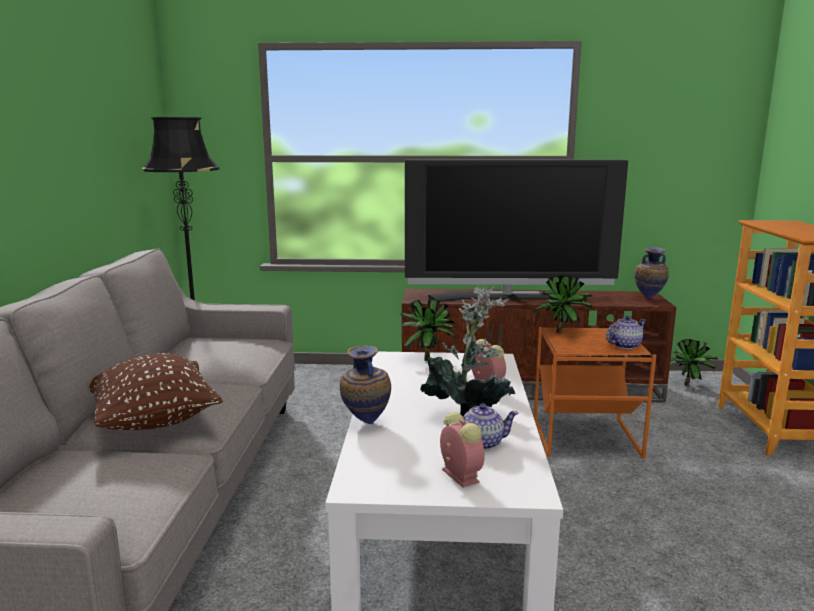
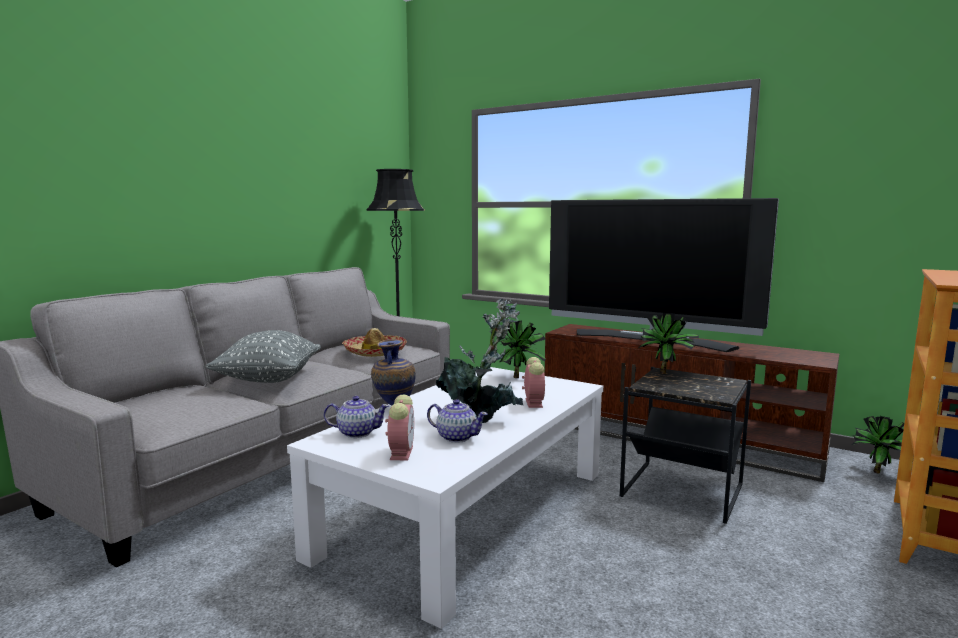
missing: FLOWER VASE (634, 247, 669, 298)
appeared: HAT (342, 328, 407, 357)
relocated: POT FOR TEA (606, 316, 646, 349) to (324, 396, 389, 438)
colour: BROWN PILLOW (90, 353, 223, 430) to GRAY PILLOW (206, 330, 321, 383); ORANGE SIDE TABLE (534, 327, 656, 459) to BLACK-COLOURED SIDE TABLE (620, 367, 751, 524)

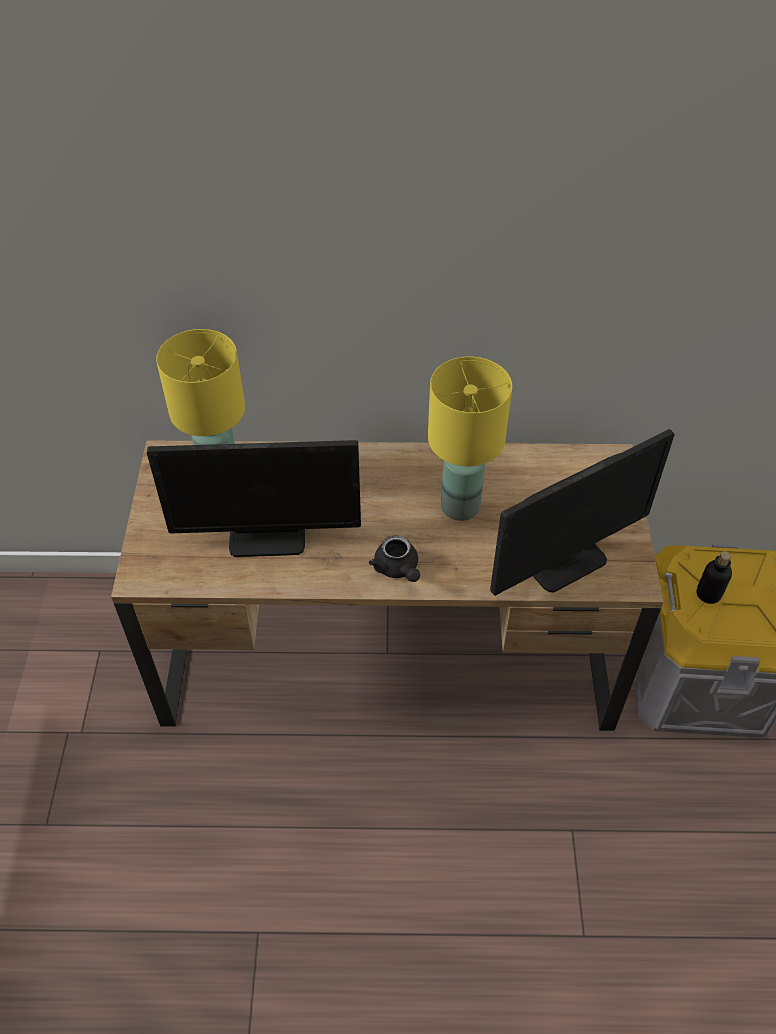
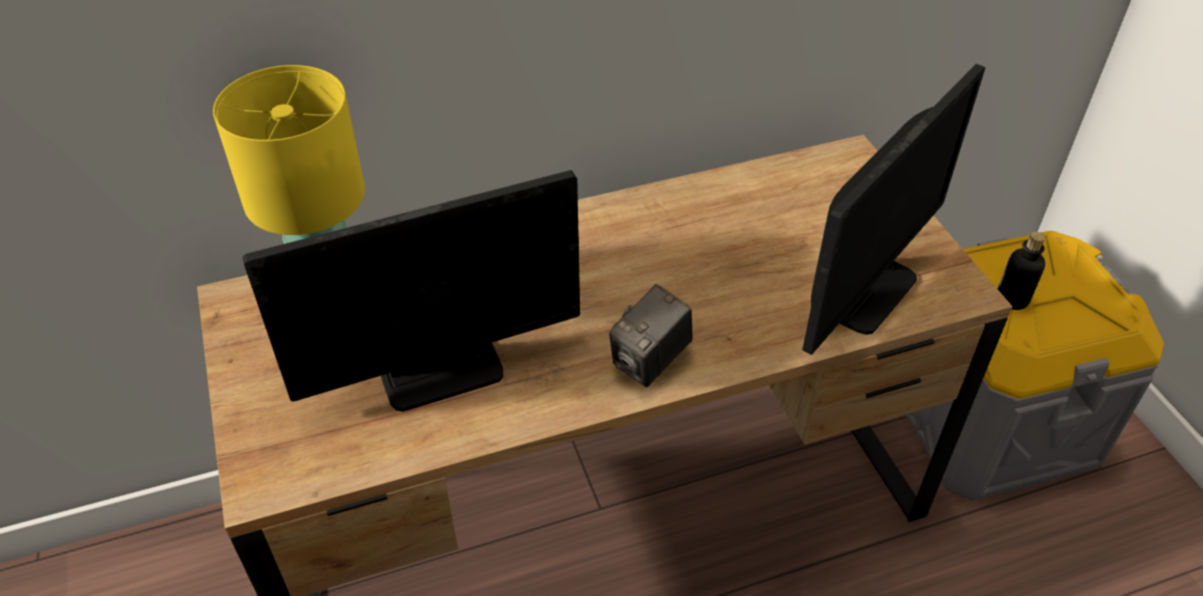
missing: YELLOWISH TABLETOP LAMP (428, 357, 512, 521)
exchanged: BLACK-COLOURED POT FOR TEA (369, 535, 420, 582) to PHOTO CAMERA (609, 284, 693, 387)

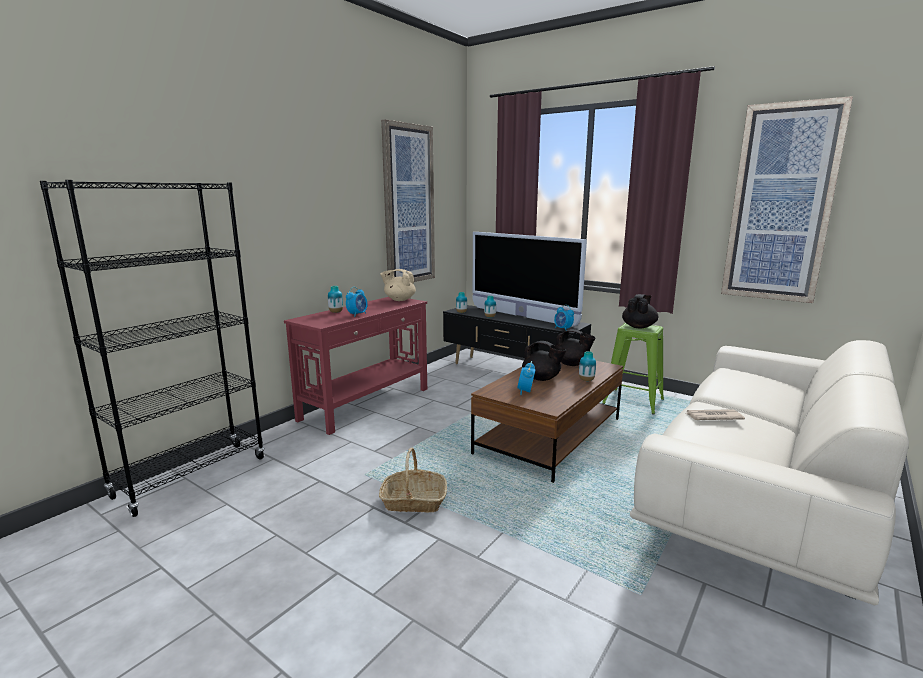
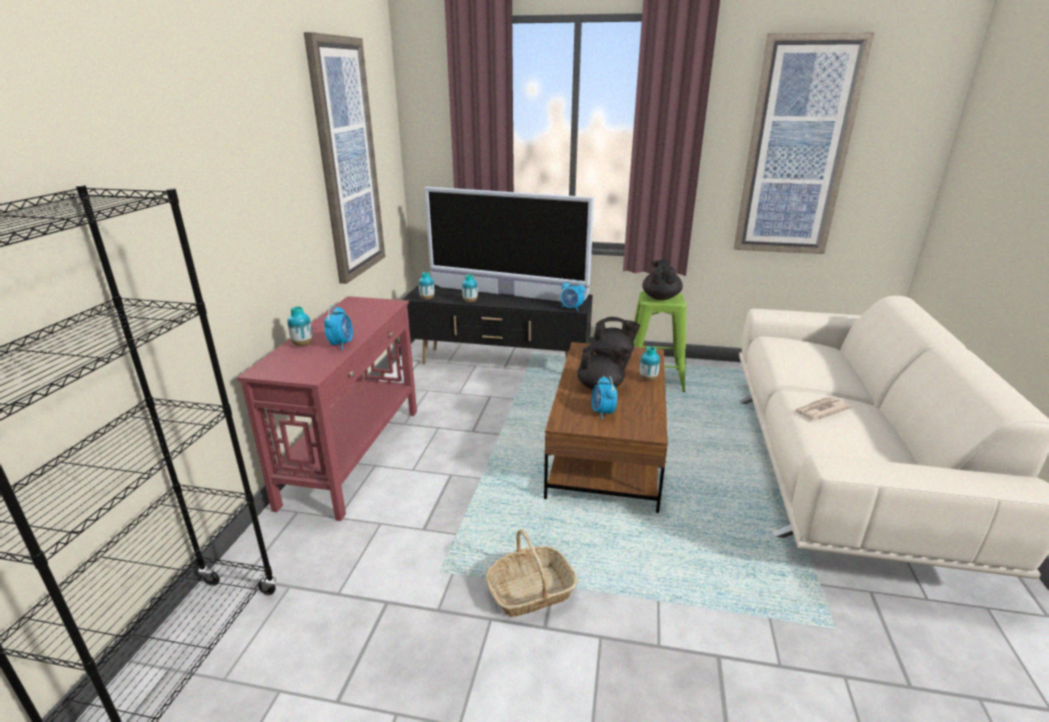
missing: SAND-COLOURED POT FOR TEA (380, 269, 416, 301)

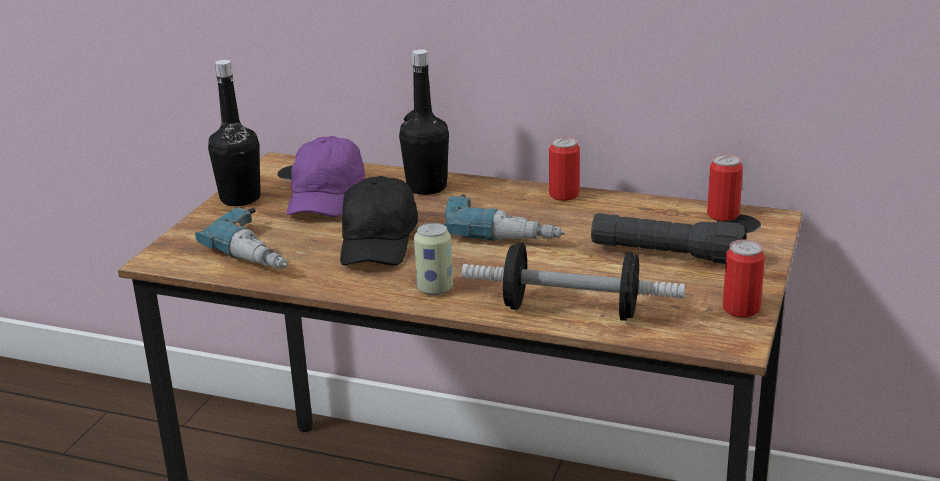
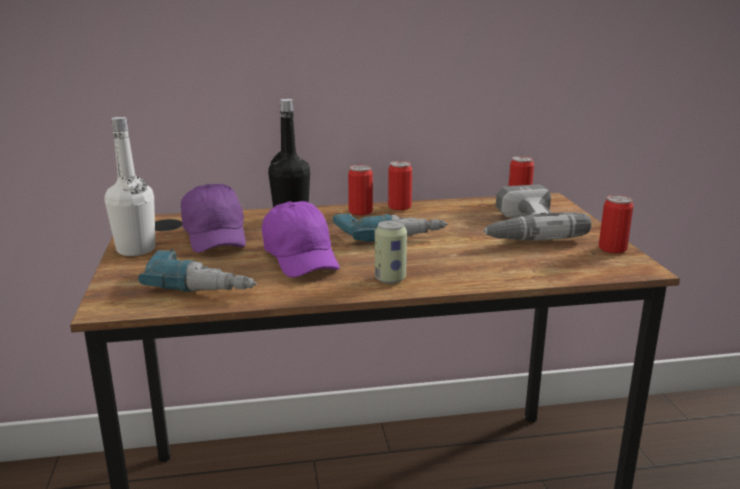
missing: DUMBBELL (462, 242, 685, 321)
appeared: SEALED CAN (348, 165, 373, 215)
exchanged: BLACK-COLOURED HAND TORCH (591, 213, 747, 264) to POWER DRILL (483, 185, 591, 240)
colour: BLACK-COLOURED DRINK BOTTLE (208, 60, 261, 206) to WHITISH DRINK BOTTLE (105, 117, 156, 256); BLACK-COLOURED BASEBALL CAP (340, 176, 418, 266) to PURPLE-COLOURED BASEBALL CAP (262, 201, 340, 278)

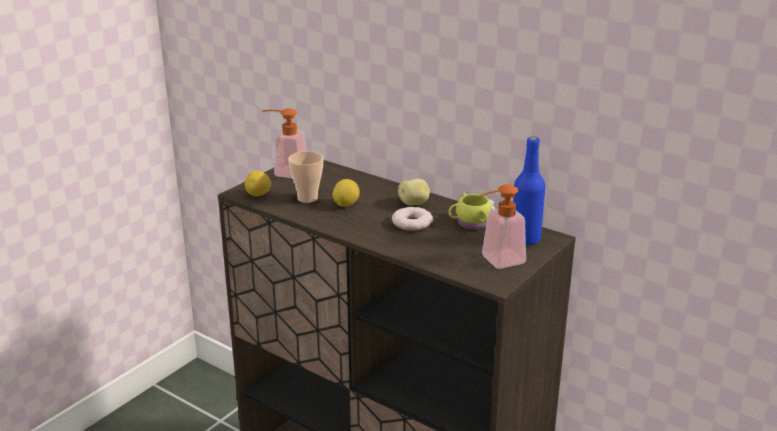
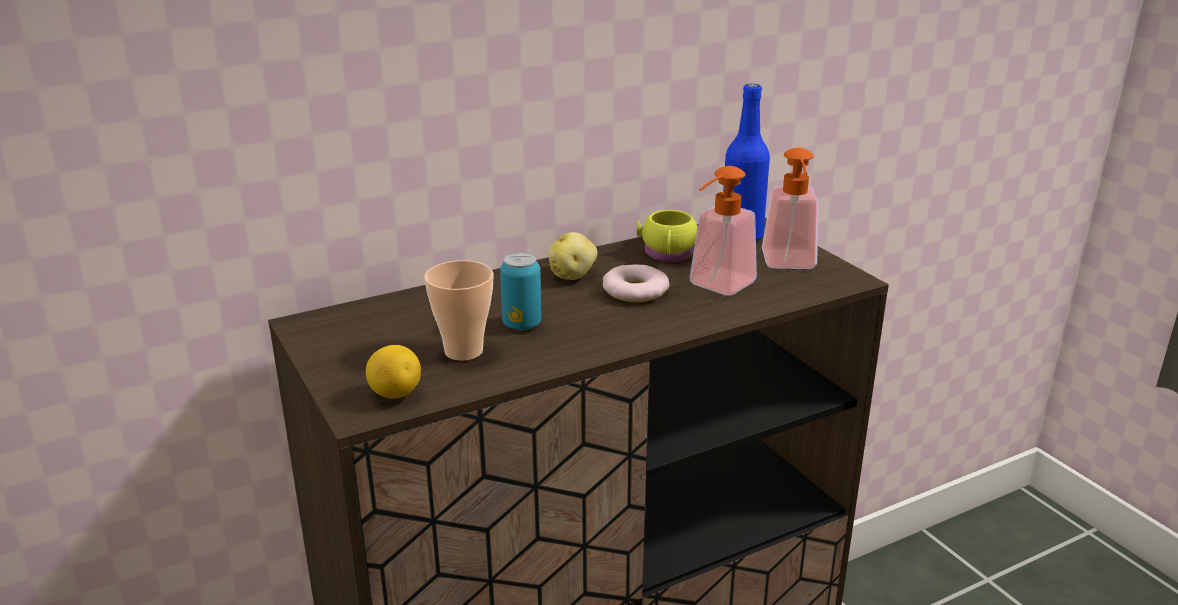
relocated: SOAP DISPENSER (262, 108, 307, 178) to (689, 166, 757, 296)
exchanged: CITRUS FRUIT (332, 179, 360, 207) to SEALED CAN (500, 252, 542, 330)

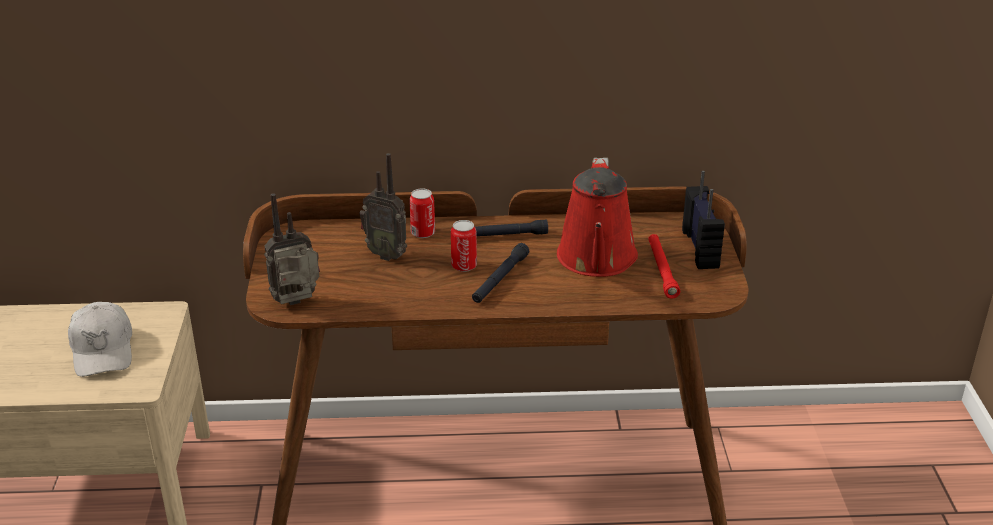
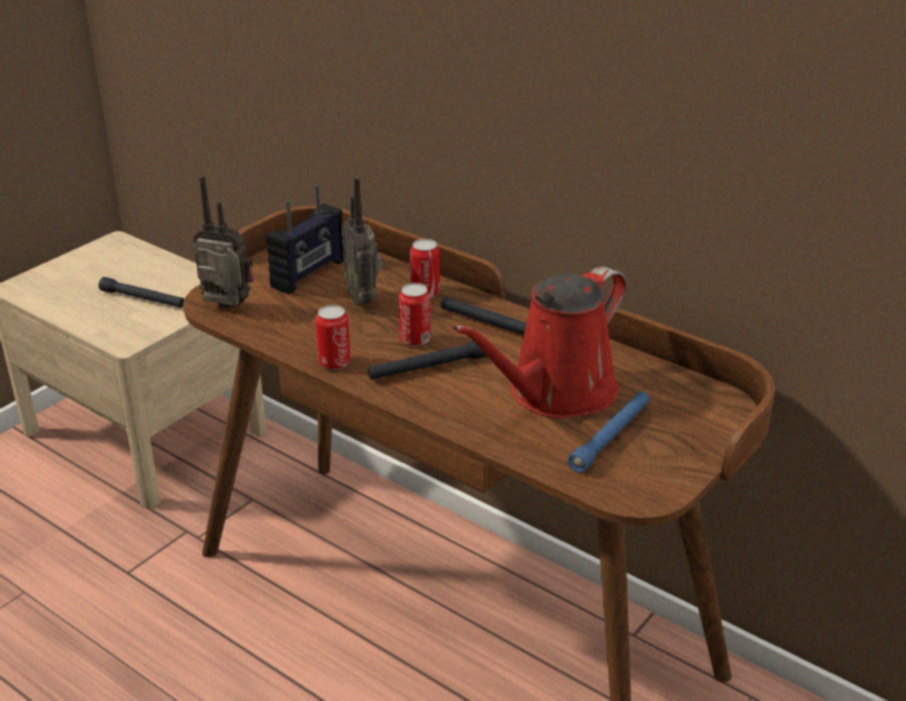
appeared: SEALED CAN (316, 305, 351, 370)
relocated: RADIO RECEIVER (682, 171, 725, 269) to (266, 185, 344, 294)
exchanged: WHITISH BASEBALL CAP (68, 302, 132, 377) to BLACK-COLOURED HAND TORCH (99, 277, 184, 308)
colour: REDDISH HAND TORCH (648, 234, 680, 299) to BLUISH HAND TORCH (568, 391, 650, 473)

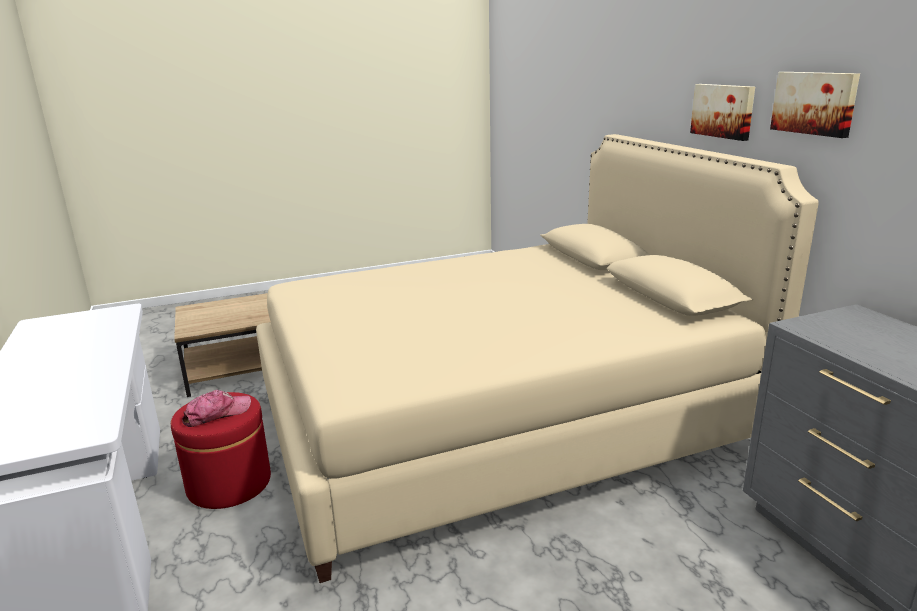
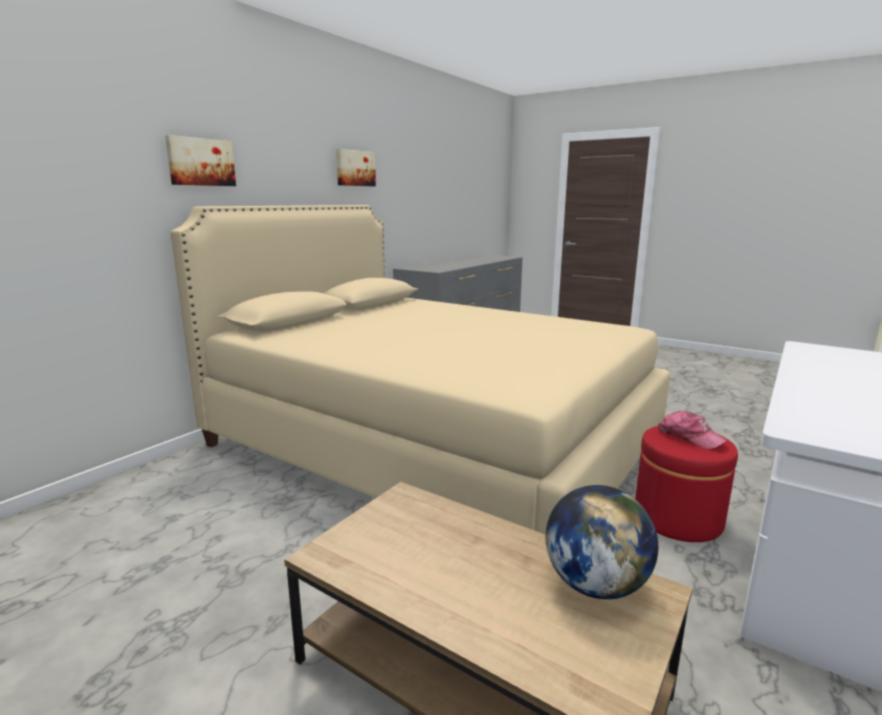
appeared: GLOBE (545, 485, 658, 599)
relocated: WALL PICTURE (690, 84, 755, 141) to (165, 135, 236, 186)
spun: BASEBALL CAP (182, 390, 251, 427) = (658, 411, 728, 449) 150 degrees counterclockwise

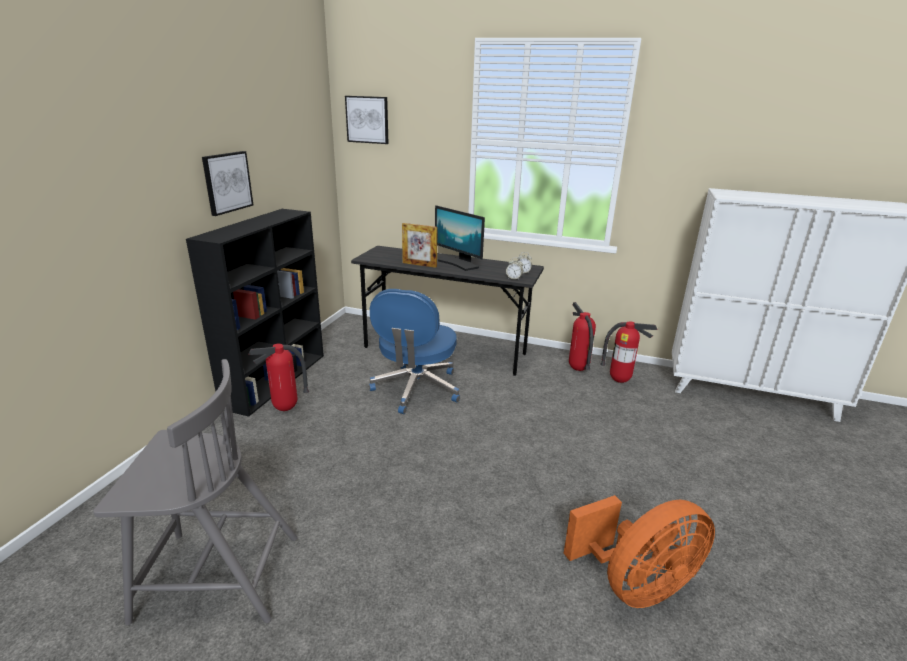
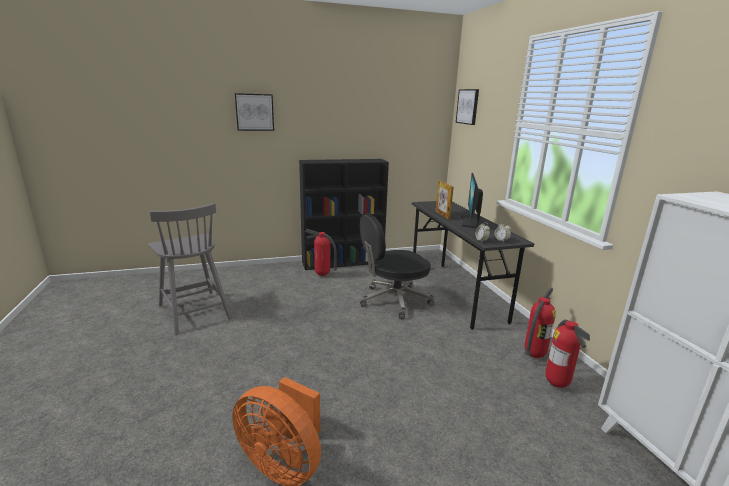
relocated: WALL PICTURE (202, 151, 253, 216) to (235, 93, 274, 131)
colour: BLUISH COMPUTER CHAIR (369, 289, 460, 414) to BLACK-COLOURED COMPUTER CHAIR (360, 213, 434, 319)

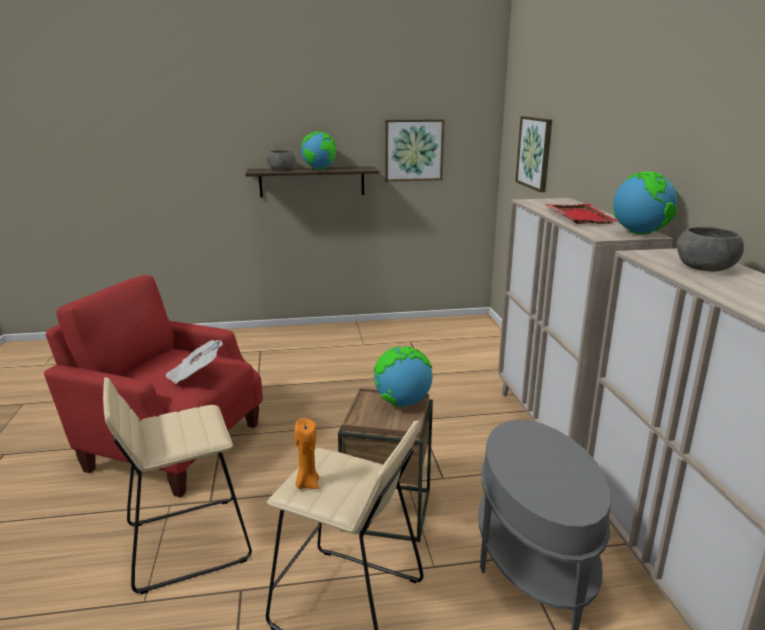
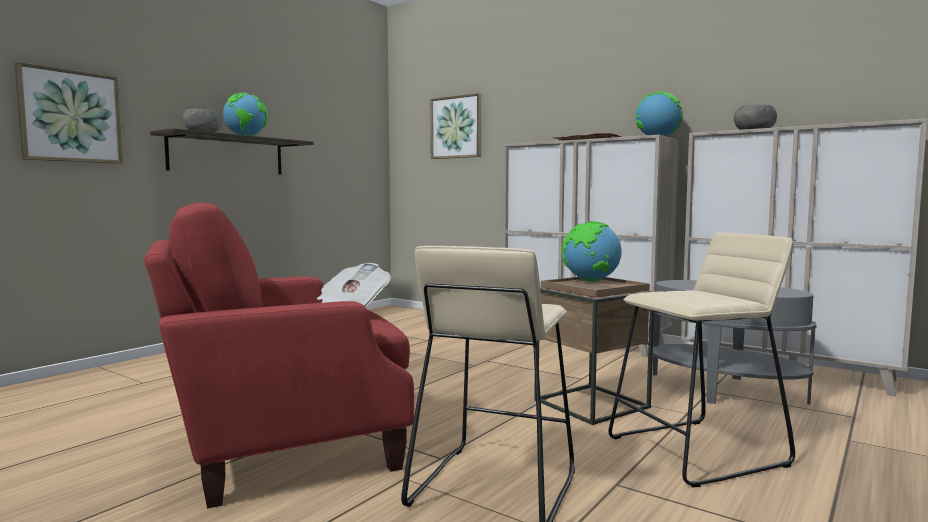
missing: ORANGE CANDLE (294, 418, 319, 489)
relocated: WALL PICTURE (385, 119, 445, 182) to (15, 62, 123, 164)

